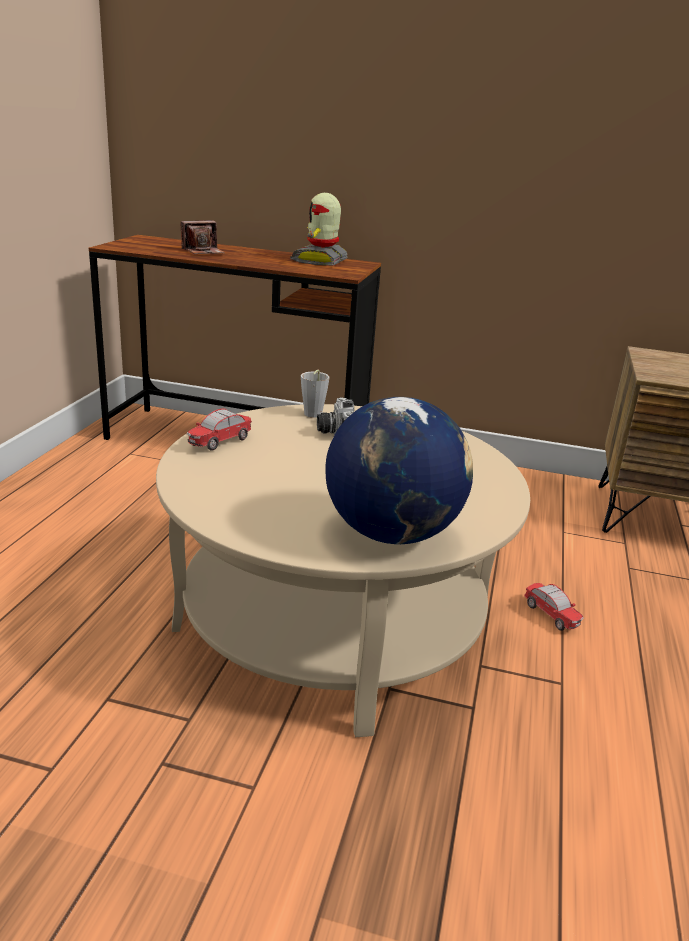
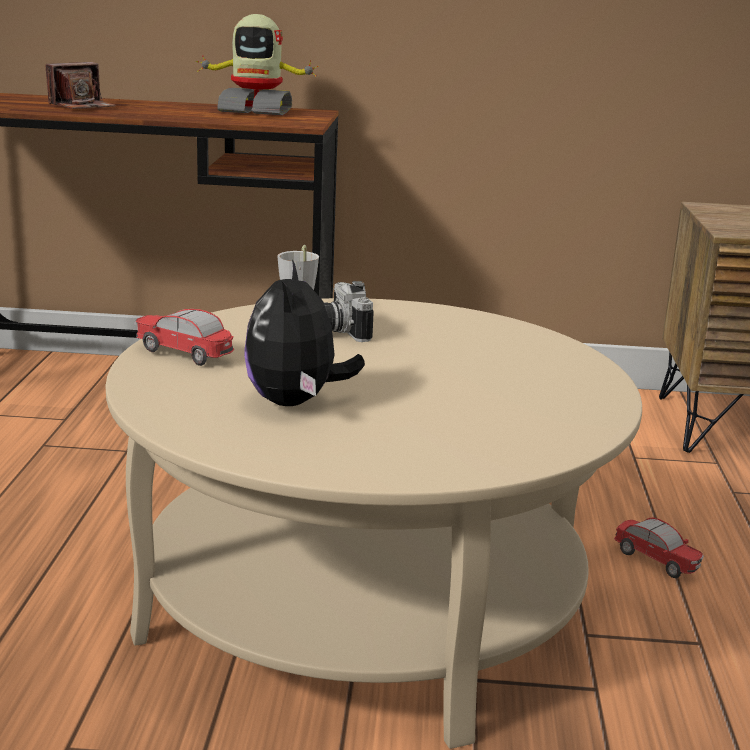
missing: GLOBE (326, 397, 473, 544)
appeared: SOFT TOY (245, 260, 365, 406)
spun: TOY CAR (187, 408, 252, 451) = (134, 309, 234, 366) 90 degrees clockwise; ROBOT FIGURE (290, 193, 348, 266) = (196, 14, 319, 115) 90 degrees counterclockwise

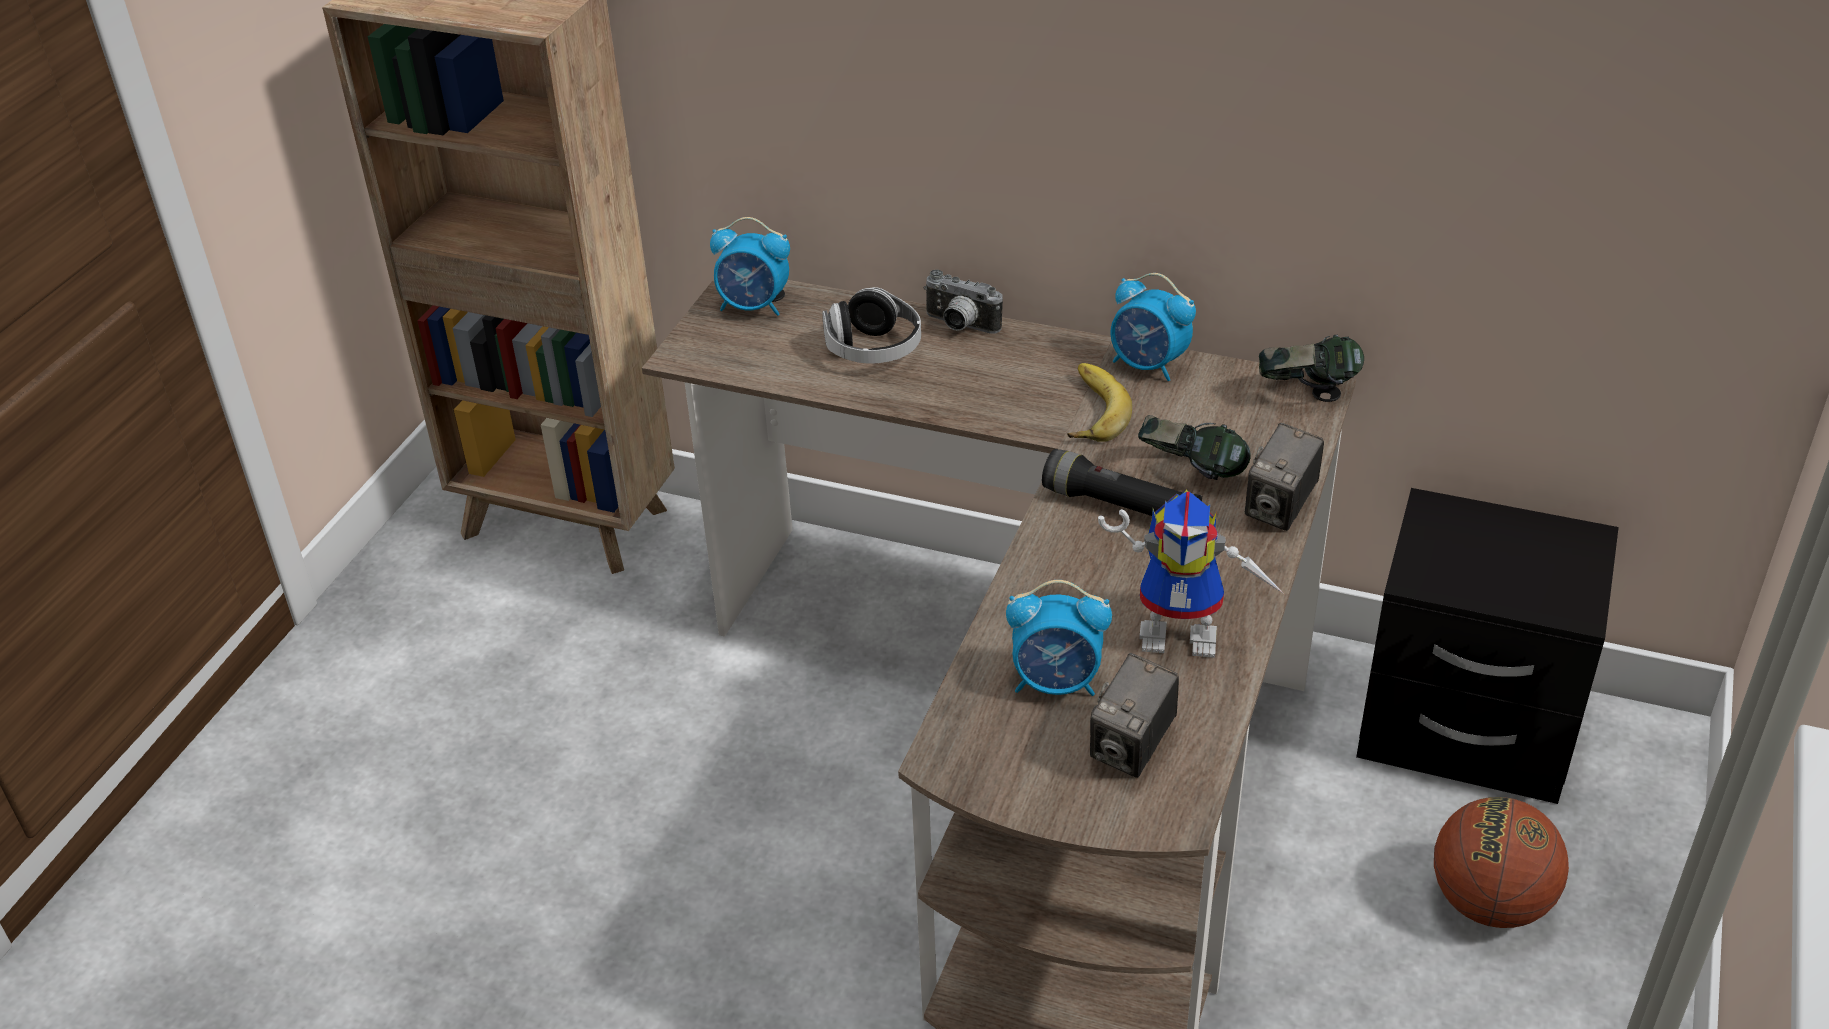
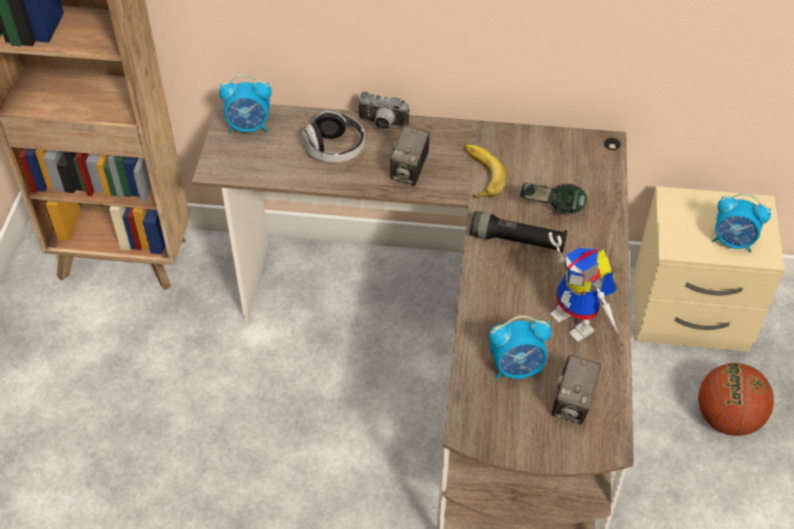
missing: HEADSET (1259, 335, 1364, 390)
relocated: PHOTO CAMERA (1245, 423, 1324, 531) to (390, 125, 430, 186); BEDSIDE CLOCK (1110, 273, 1196, 381) to (712, 193, 771, 252)
colour: BLACK-COLOURED NIGHTSTAND (1356, 488, 1619, 804) to SAND-COLOURED NIGHTSTAND (634, 186, 785, 352)
spun: ROBOT FIGURE (1098, 489, 1284, 658) = (549, 232, 618, 343) 60 degrees clockwise

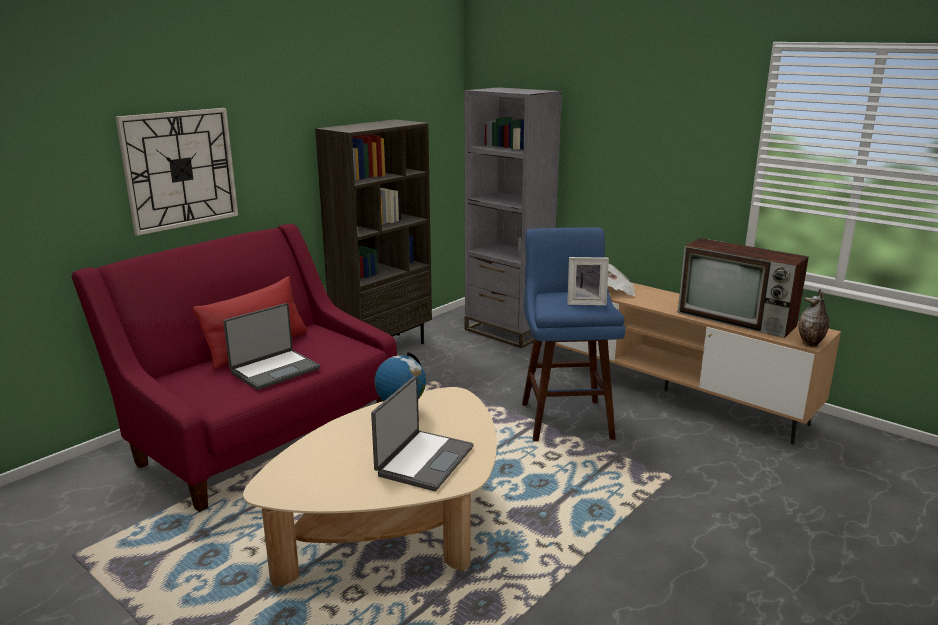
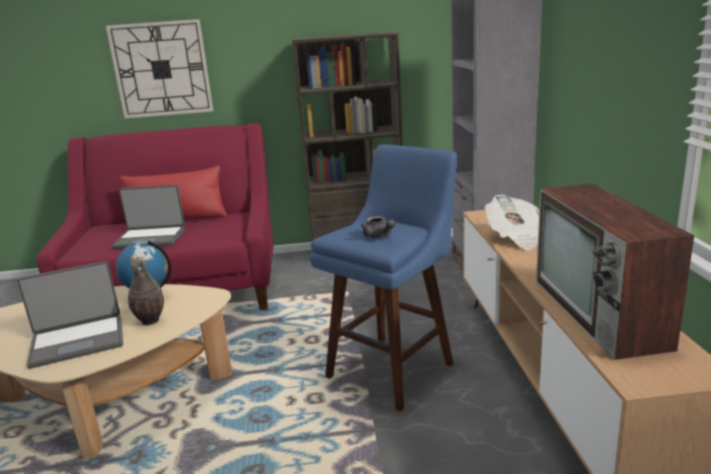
relocated: FLOWER VASE (798, 289, 829, 347) to (128, 259, 164, 326)
exchanged: STANDING FRAME (567, 257, 609, 306) to GRAY POT FOR TEA (361, 216, 395, 238)

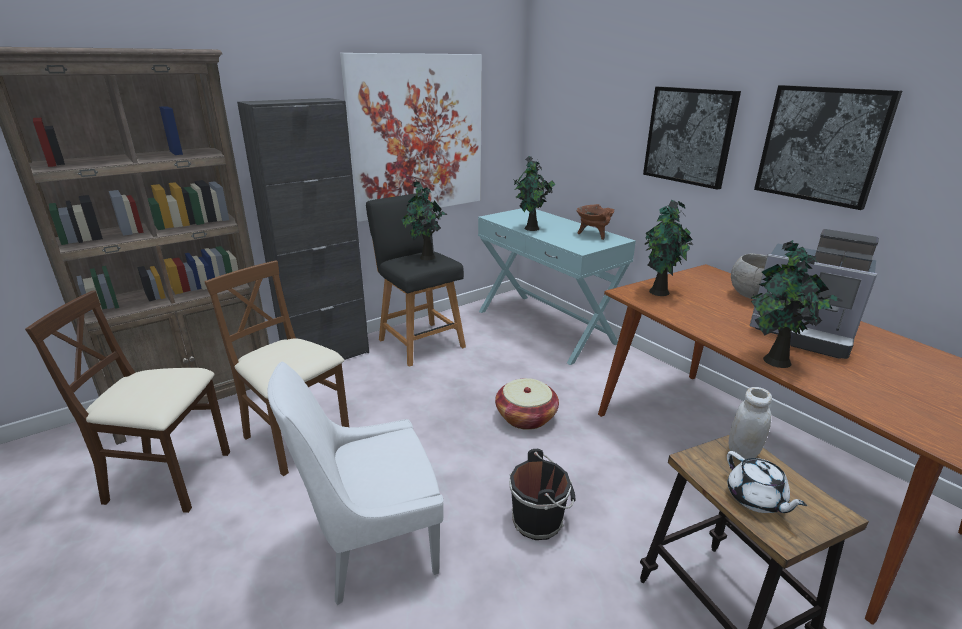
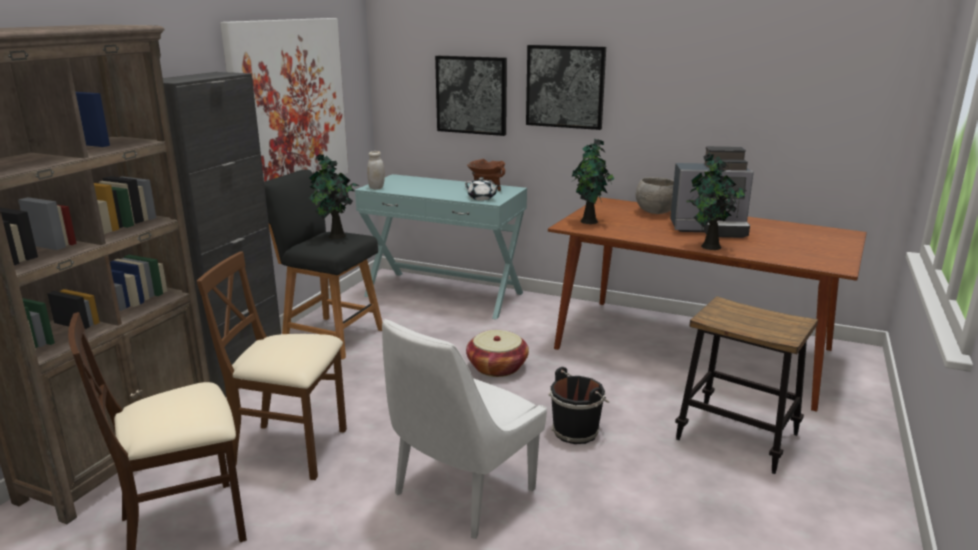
missing: POTTED PLANT (514, 156, 556, 231)
relocated: WHITISH STORAGE JAR (729, 387, 772, 459) to (367, 151, 385, 190); WALL PICTURE (754, 85, 902, 210) to (435, 56, 507, 136); WHITISH POT FOR TEA (727, 451, 807, 513) to (465, 177, 500, 200)

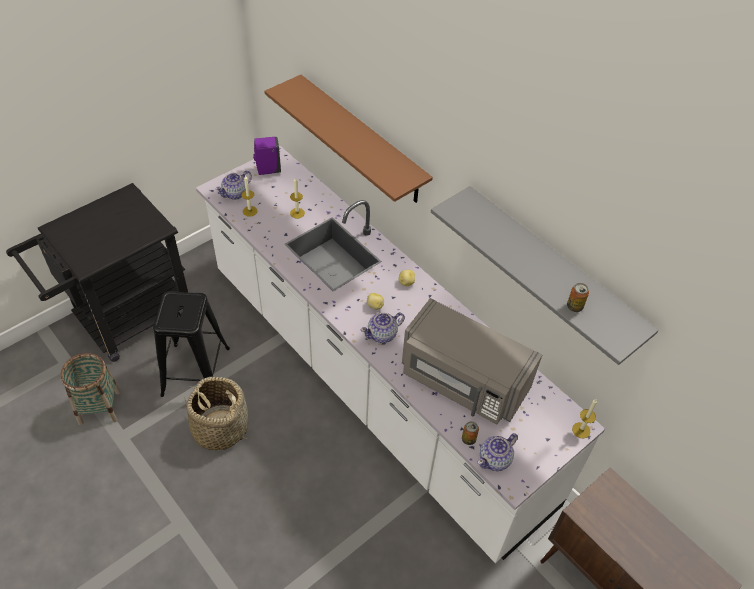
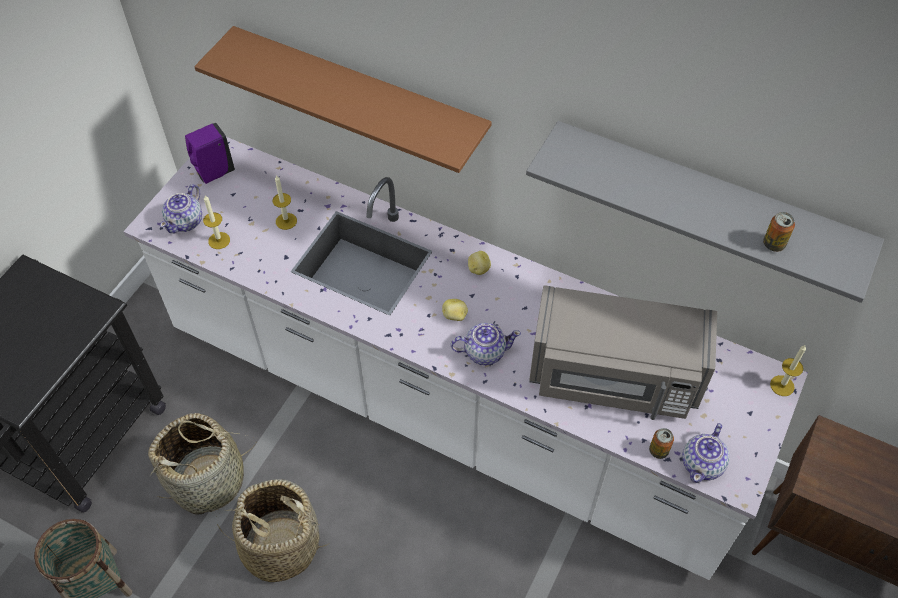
exchanged: BLACK-COLOURED SITTING STOOL (153, 291, 230, 397) to STORAGE BASKET (148, 413, 256, 515)
spun: POT FOR TEA (361, 312, 405, 343) = (451, 323, 521, 365) 135 degrees counterclockwise

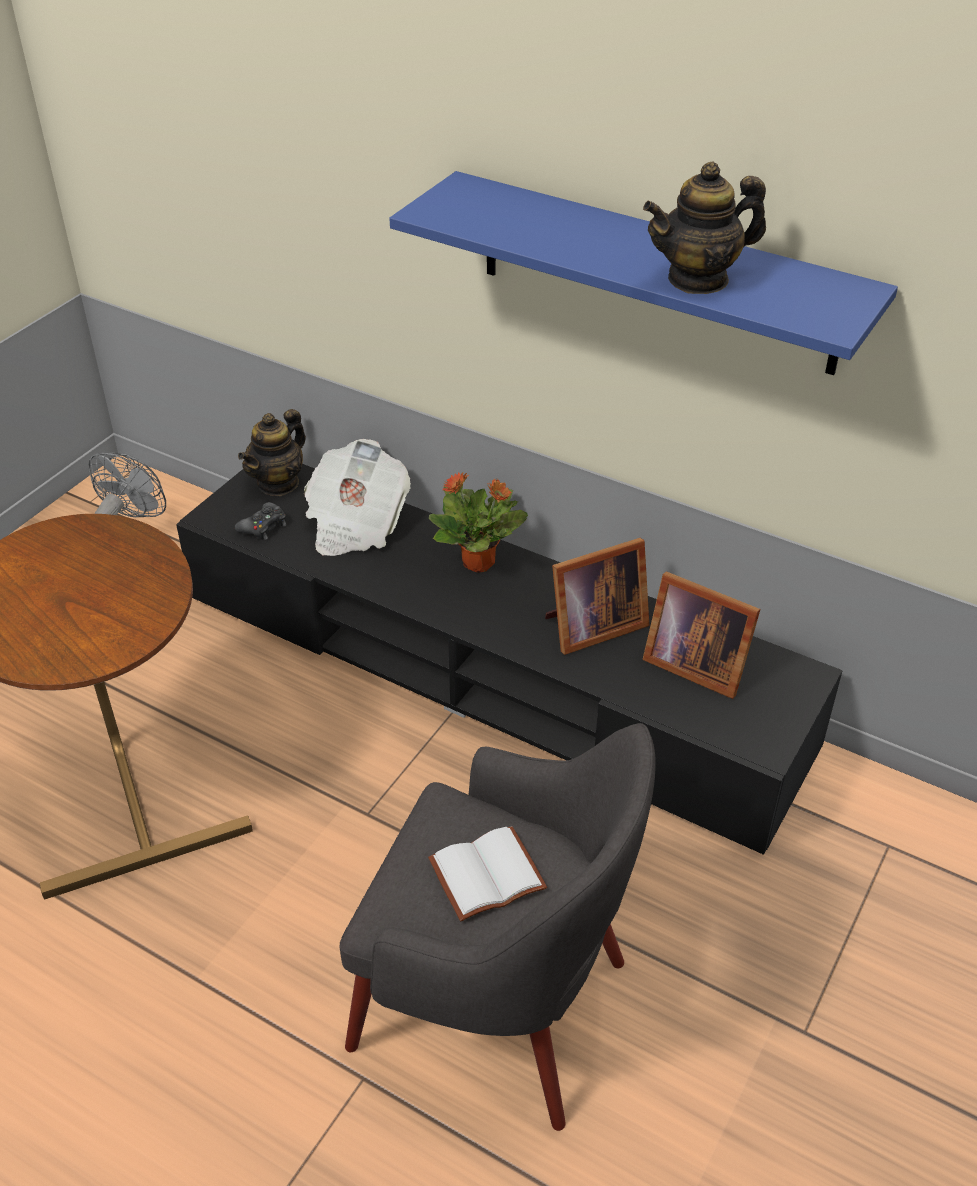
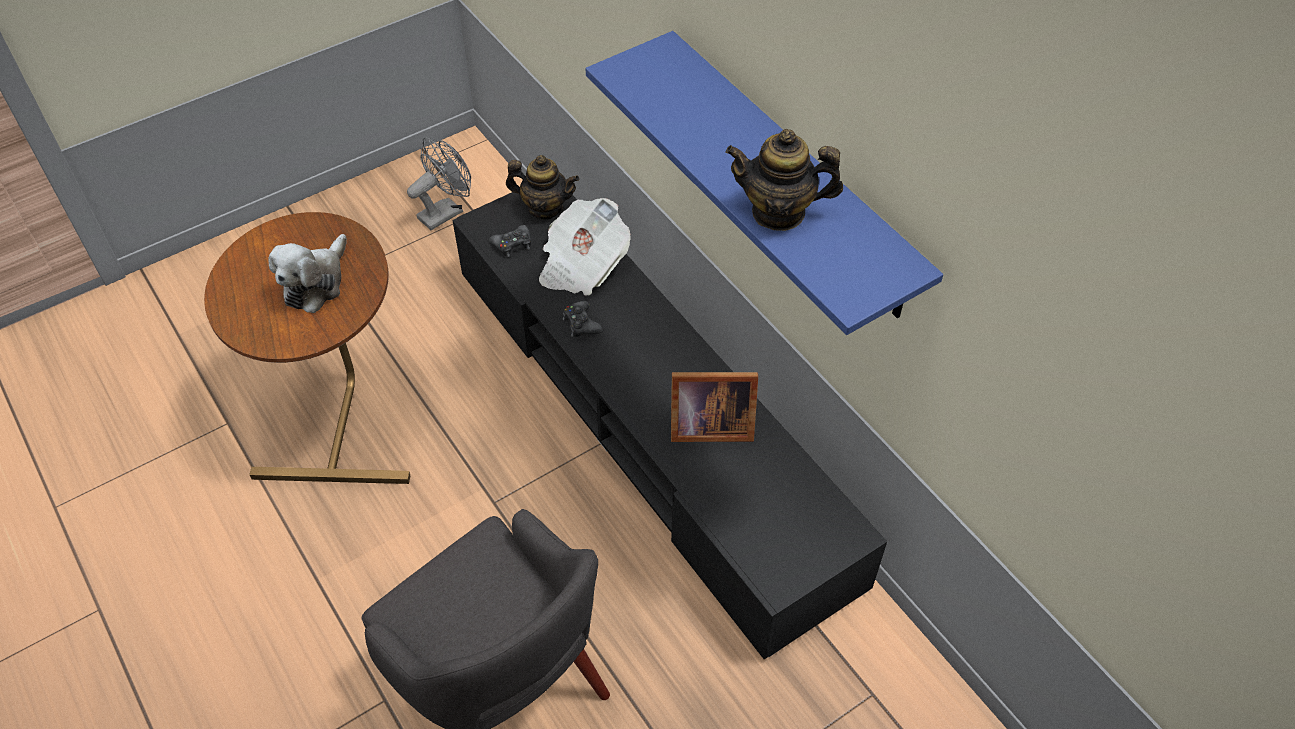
missing: WHITISH BOUND BOOK (428, 826, 547, 921); POTTED PLANT (429, 471, 528, 573); STANDING FRAME (643, 571, 760, 699)
appeared: SOFT TOY (268, 234, 347, 313); BLACK-COLOURED GAMEPAD (563, 301, 603, 337)
spun: POT FOR TEA (238, 409, 306, 496) = (506, 155, 579, 219) 135 degrees counterclockwise

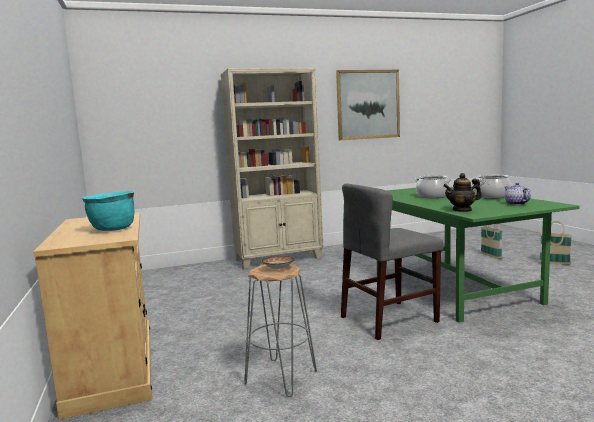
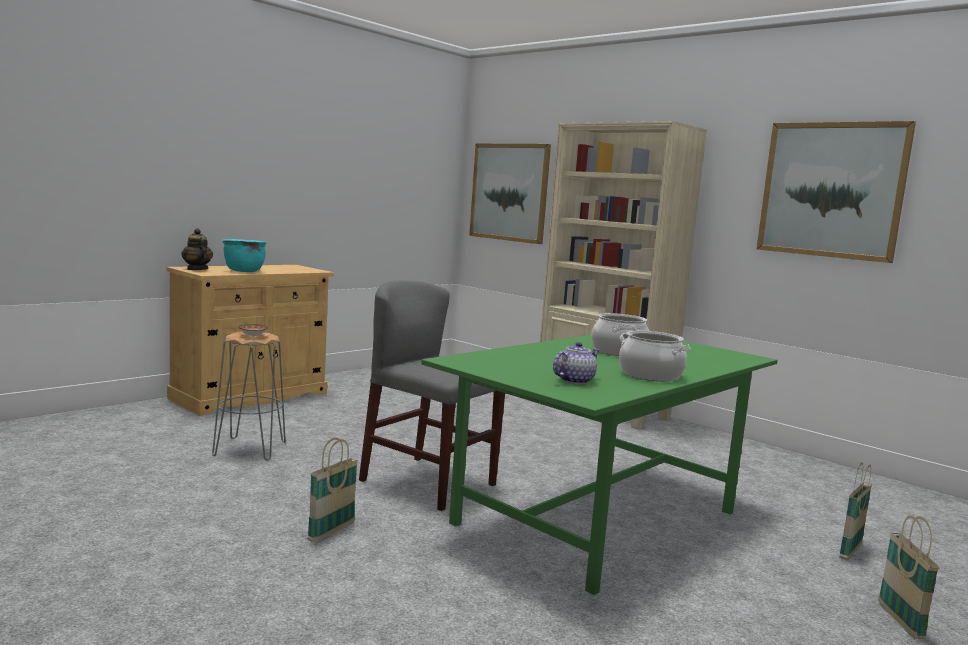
appeared: STORAGE BASKET (307, 438, 358, 543); WALL PICTURE (469, 144, 551, 244)
relocated: POT FOR TEA (443, 173, 482, 212) to (181, 228, 213, 270)

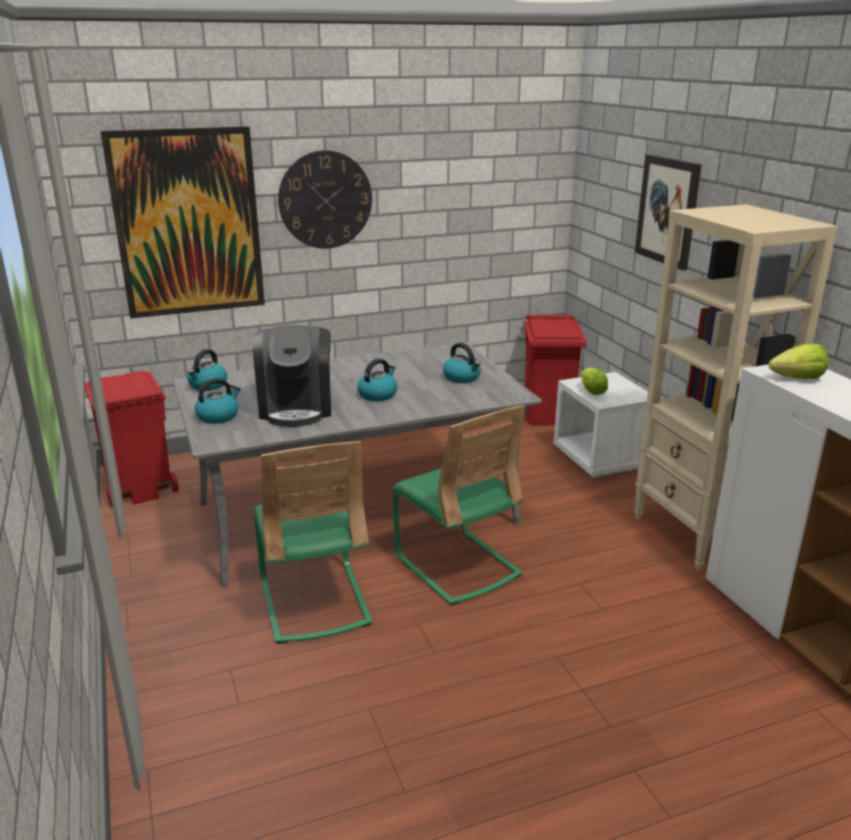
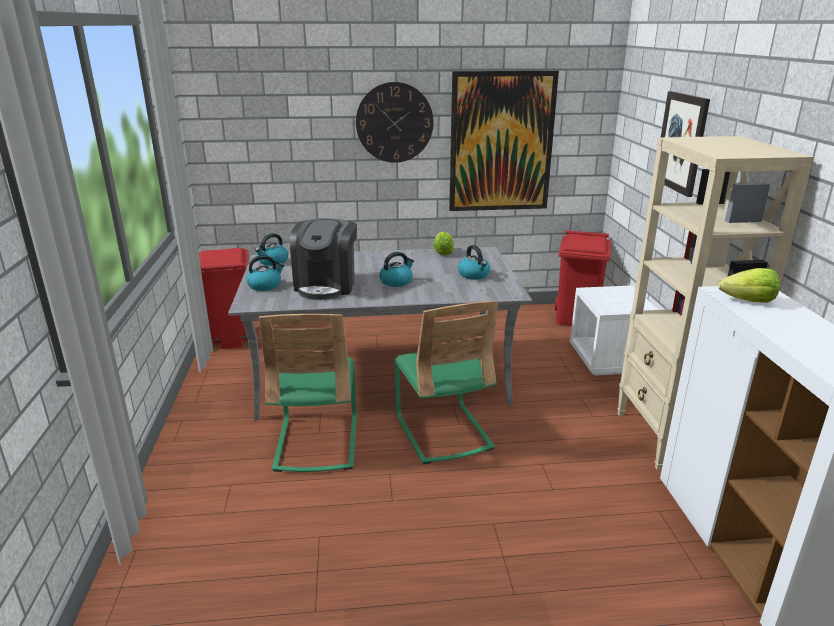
relocated: LETTUCE (581, 368, 608, 395) to (433, 232, 454, 255); WALL PICTURE (101, 126, 265, 319) to (449, 71, 559, 211)

